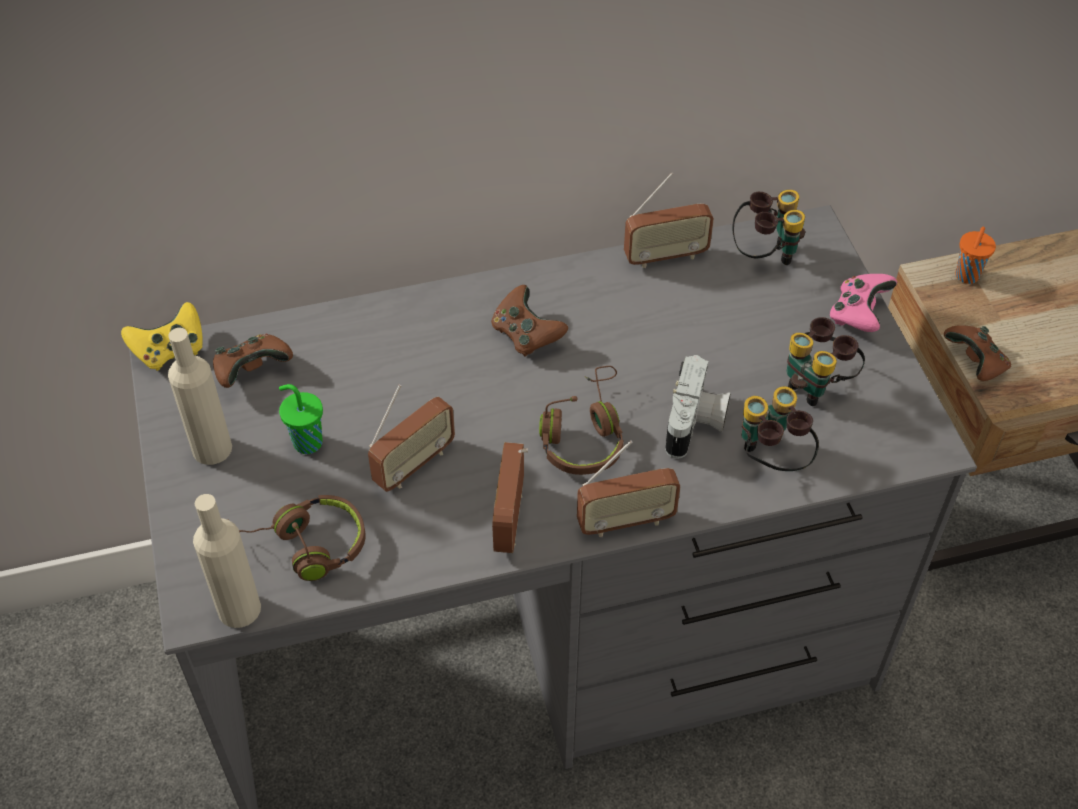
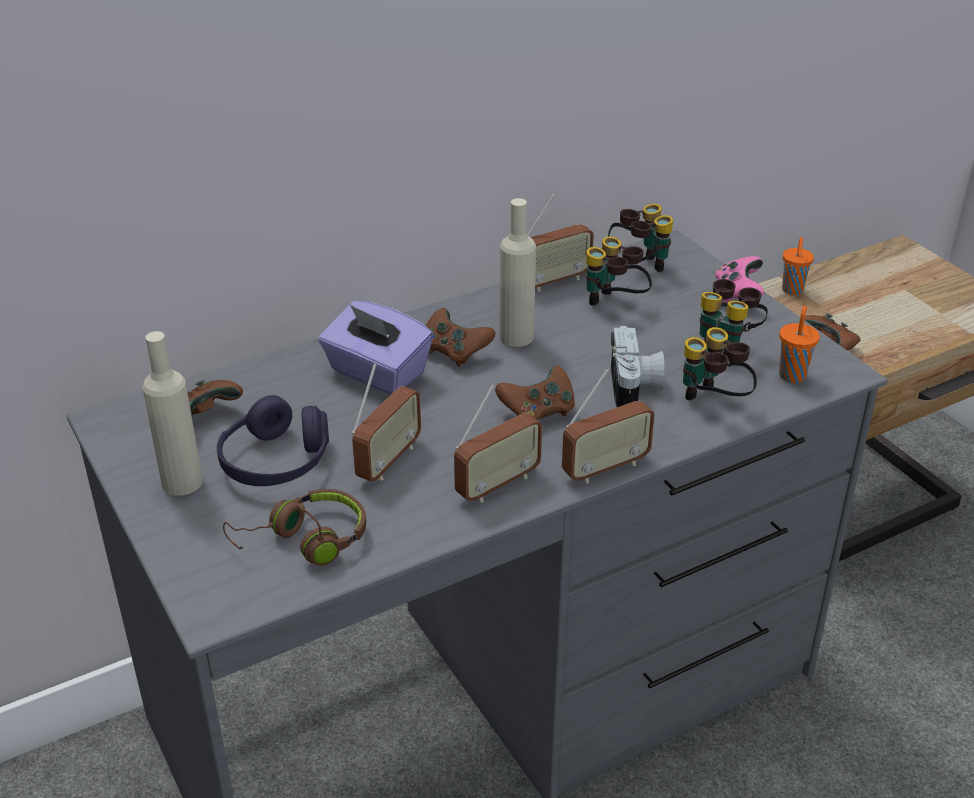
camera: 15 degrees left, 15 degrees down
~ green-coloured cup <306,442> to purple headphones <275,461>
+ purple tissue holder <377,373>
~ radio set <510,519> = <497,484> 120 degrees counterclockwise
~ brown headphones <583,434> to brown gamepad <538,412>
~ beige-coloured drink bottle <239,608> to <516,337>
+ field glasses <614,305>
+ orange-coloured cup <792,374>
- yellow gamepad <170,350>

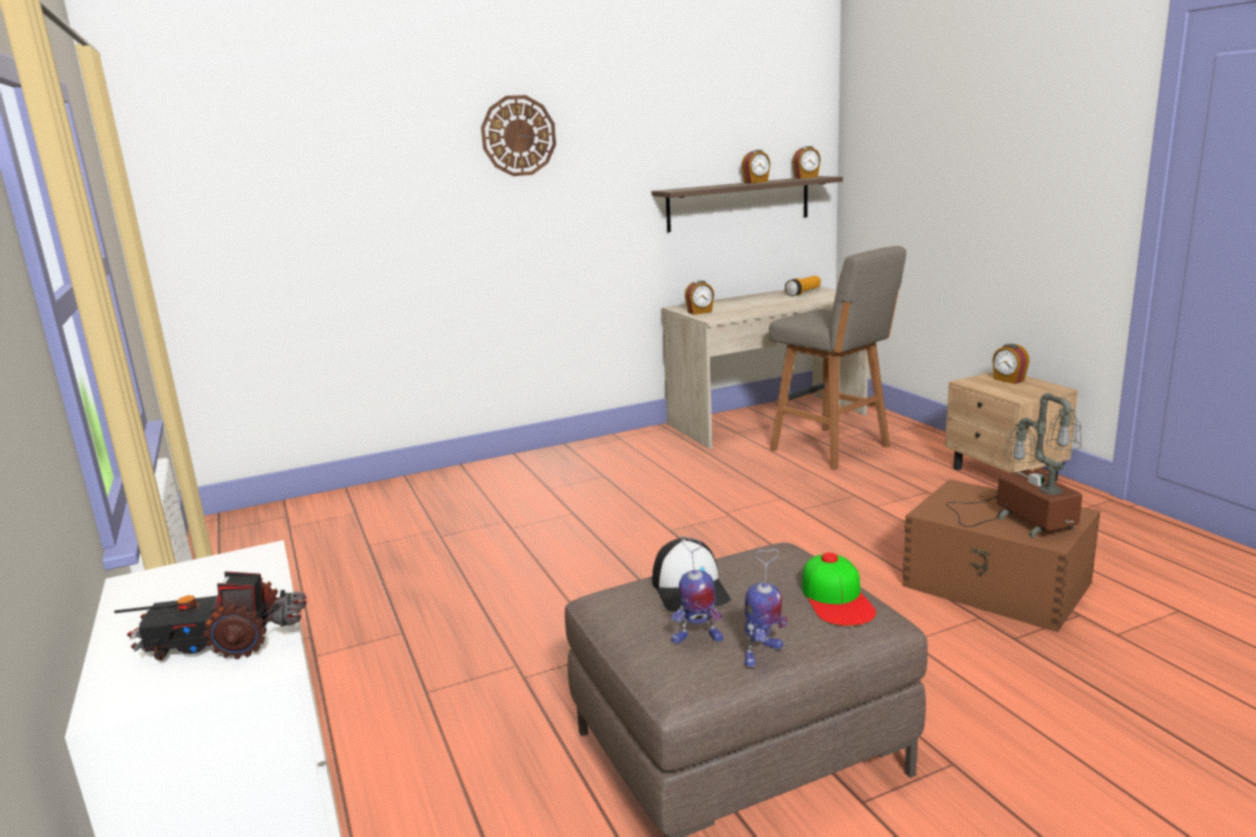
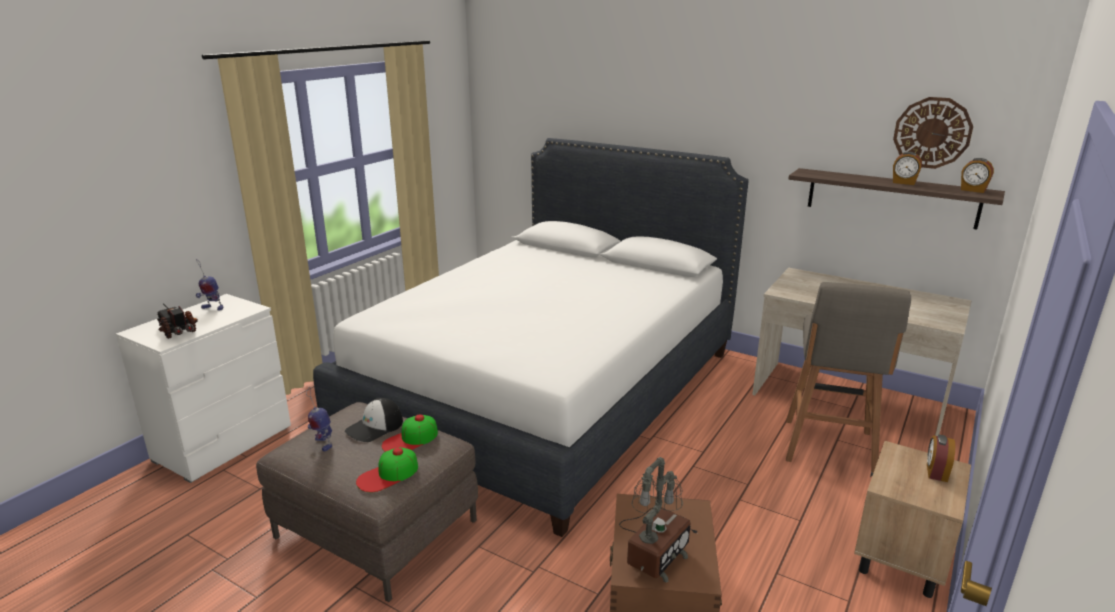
camera: 55 degrees right, 5 degrees up
~ model robot <761,654> to <212,308>
+ white sleeping bed <549,391>
+ peaked cap <410,439>
~ wall clock <518,136> to <932,133>
- table clock <700,312>
- hand torch <803,293>

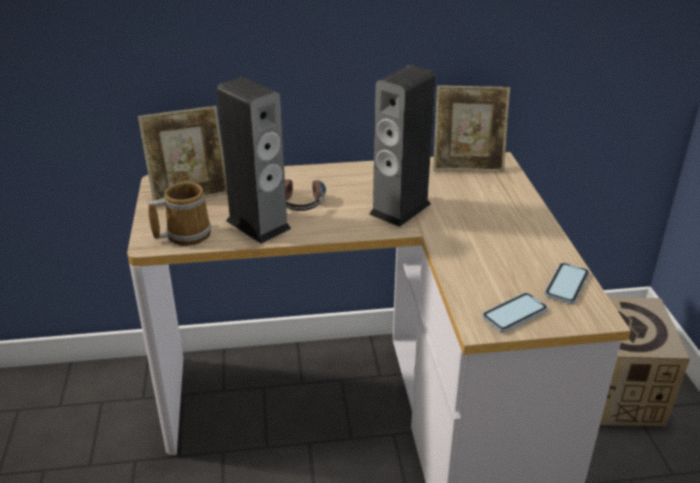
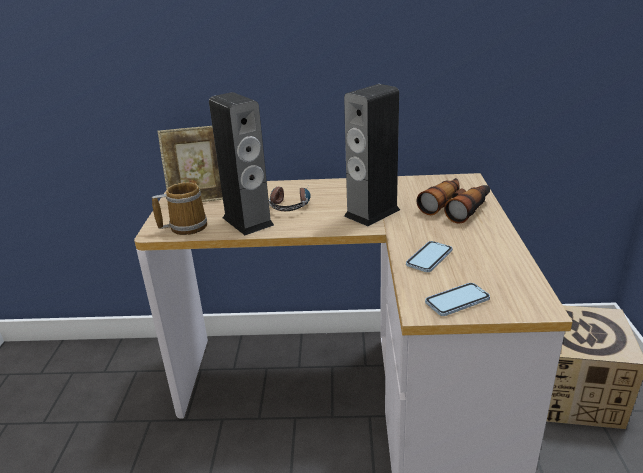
camera: 10 degrees right, 5 degrees down
~ phone <566,285> to <429,258>
+ field glasses <456,207>
- standing frame <467,165>

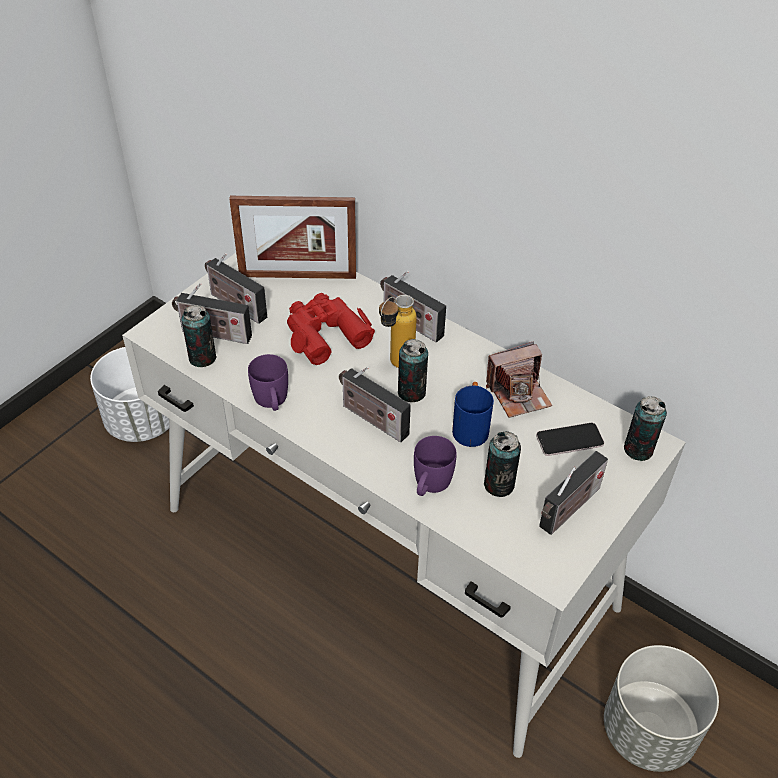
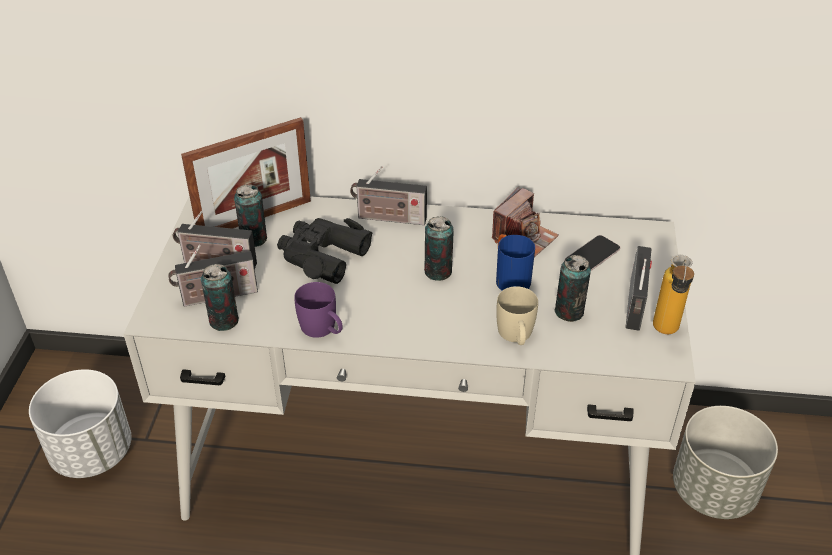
camera: 30 degrees left, 5 degrees down
~ sealed can <638,449> to <254,239>
~ red field glasses <325,333> to black field glasses <322,255>
~ purple coffee mug <430,485> to beige-coloured coffee mug <516,336>
~ drink bottle <395,366> to <665,334>
- radio set <371,419>

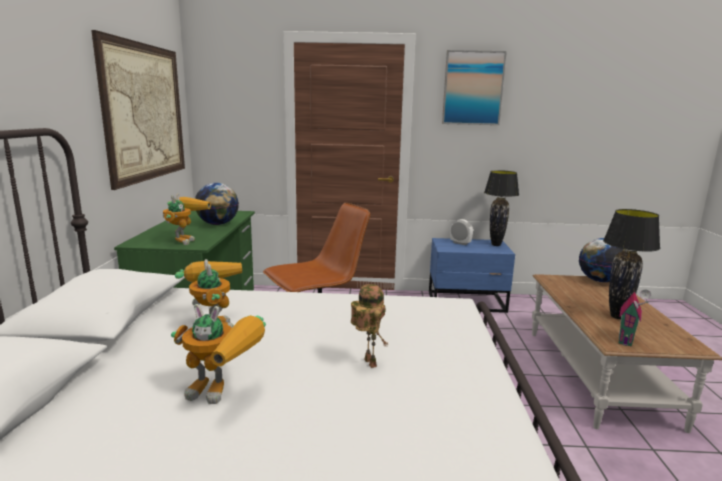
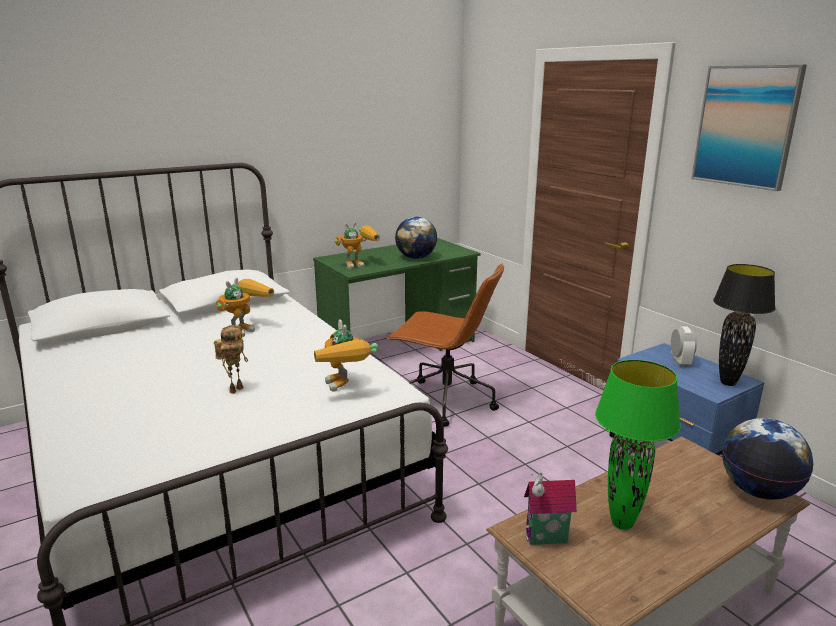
camera: 55 degrees right, 5 degrees up
~ model robot <224,392> to <345,388>
~ black table lamp <617,317> to green-coloured table lamp <621,523>
- picture <145,112>

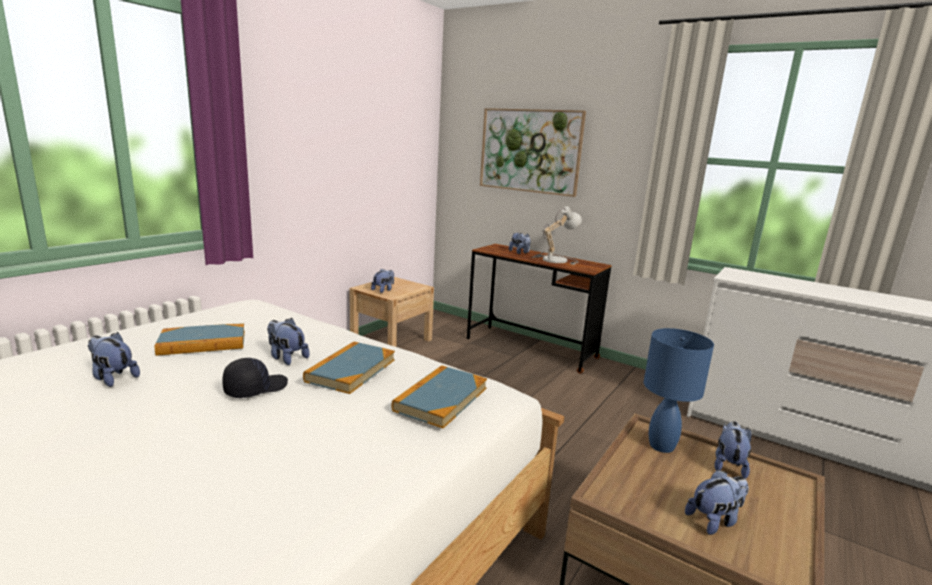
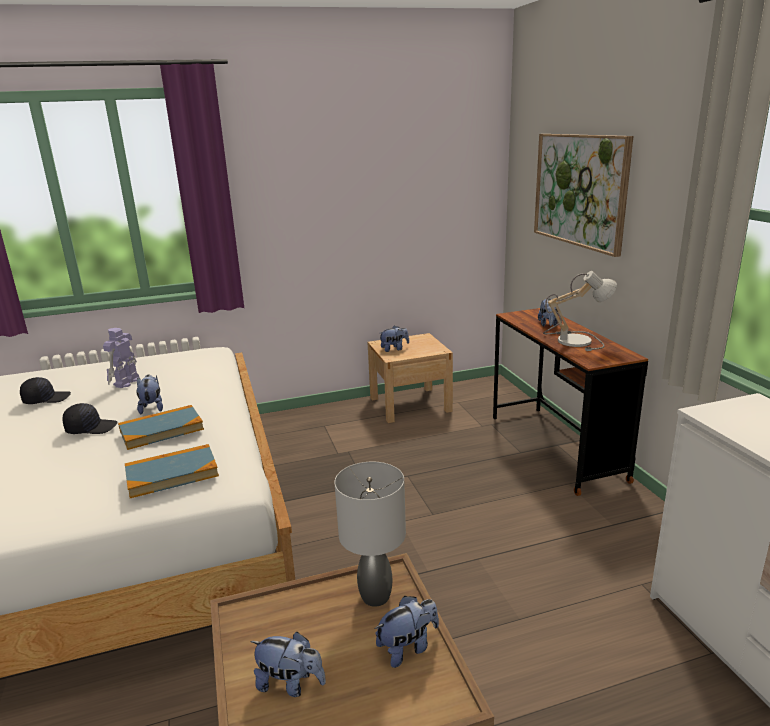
camera: 40 degrees right, 5 degrees up
~ cuddly toy <113,378> to black peaked cap <46,399>
~ bound book <203,343> to model robot <126,382>
~ blue table lamp <662,446> to gray table lamp <375,597>

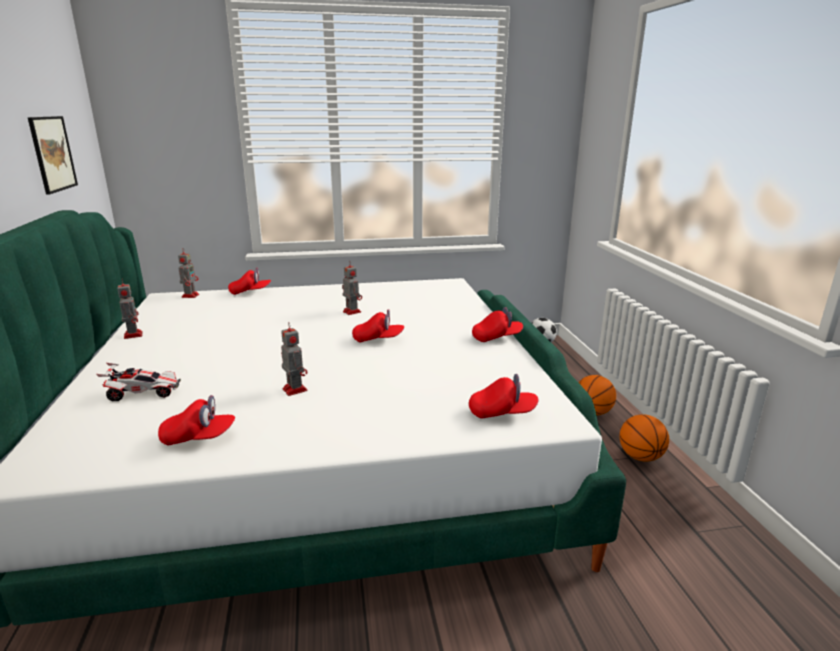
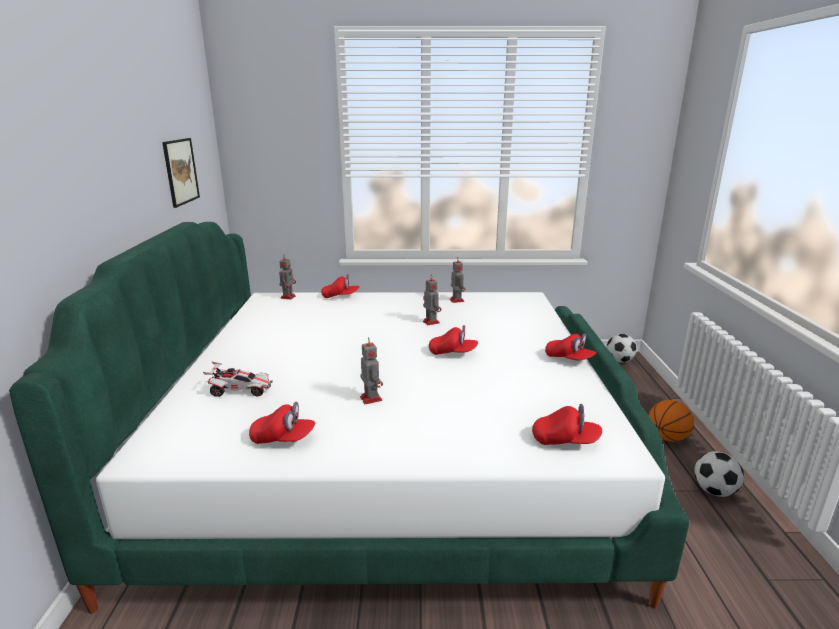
camera: 10 degrees right, 0 degrees up
~ model robot <133,334> to <456,300>
~ red peaked cap <496,337> = <569,359> 45 degrees clockwise
~ basketball <640,457> to football ball <714,491>

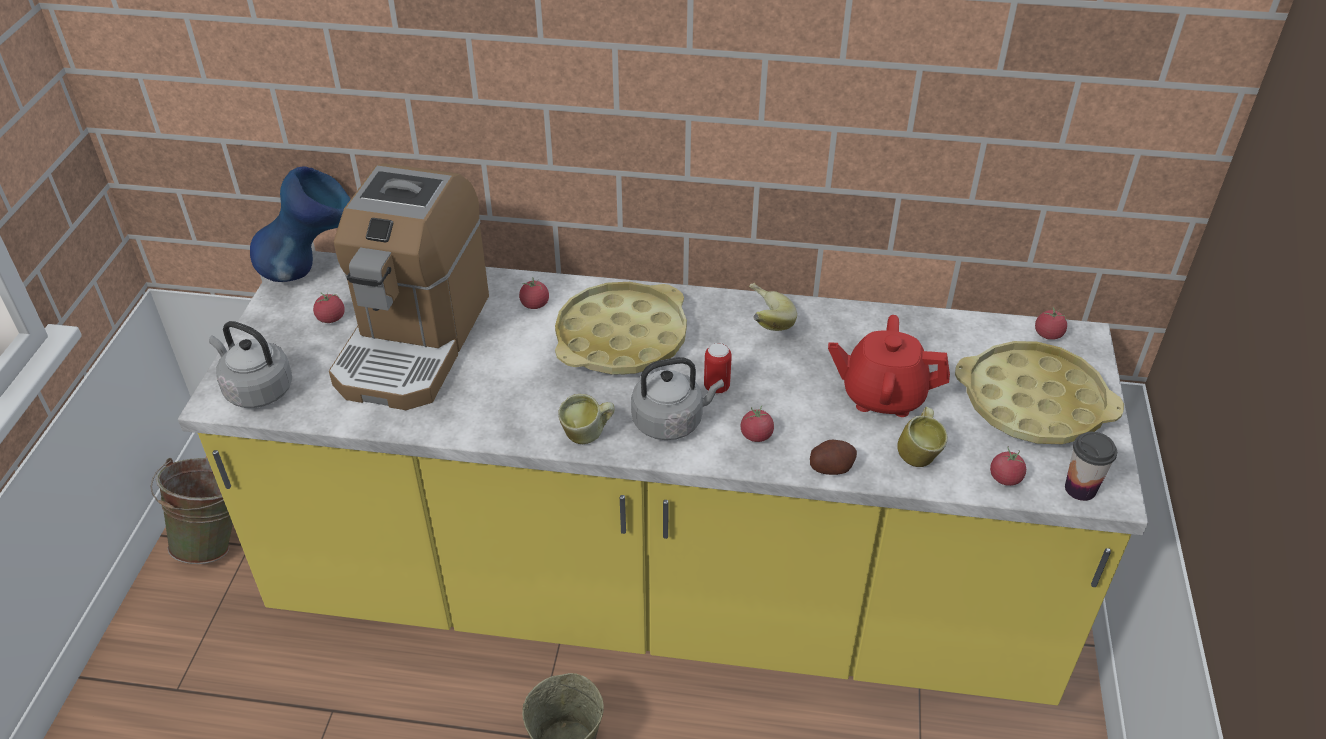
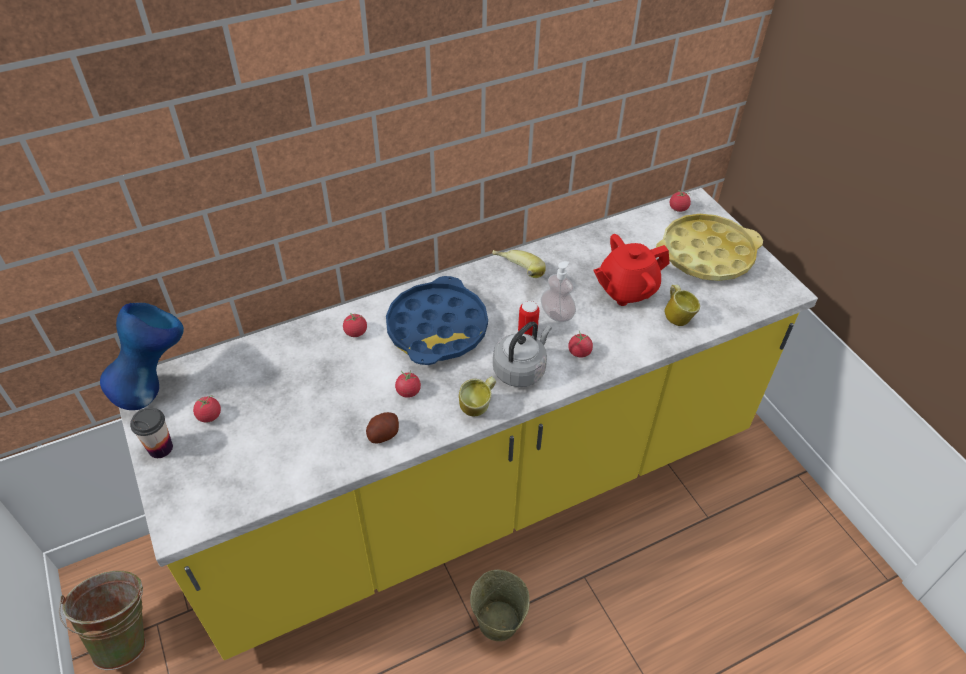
camera: 35 degrees left, 5 degrees up
~ cup <1080,489> to <160,448>
~ potato <831,467> to <383,434>
~ yellow carrying tray <621,338> to blue carrying tray <437,328>
~ tomato <1005,478> to <408,391>
+ soap bottle <557,314>
- gray kettle <256,389>
- coffee machine <413,340>

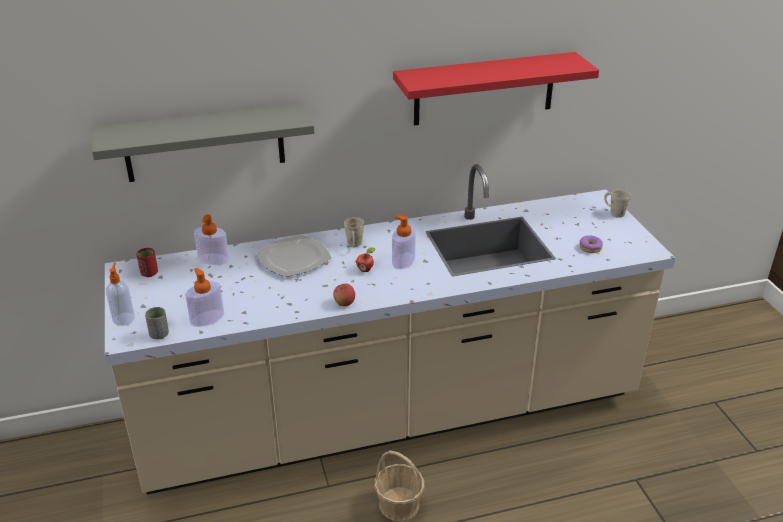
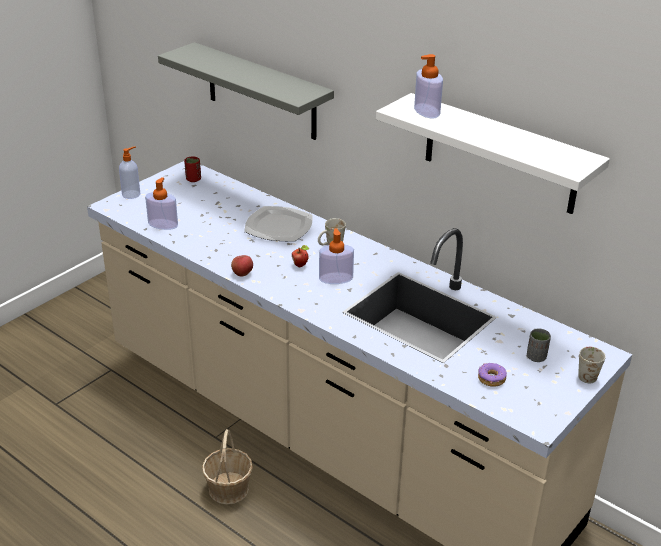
camera: 55 degrees right, 0 degrees up
~ red shelf <484,89> to white shelf <500,154>
~ soap bottle <213,259> to <427,111>
~ gray cup <159,335> to <536,357>

